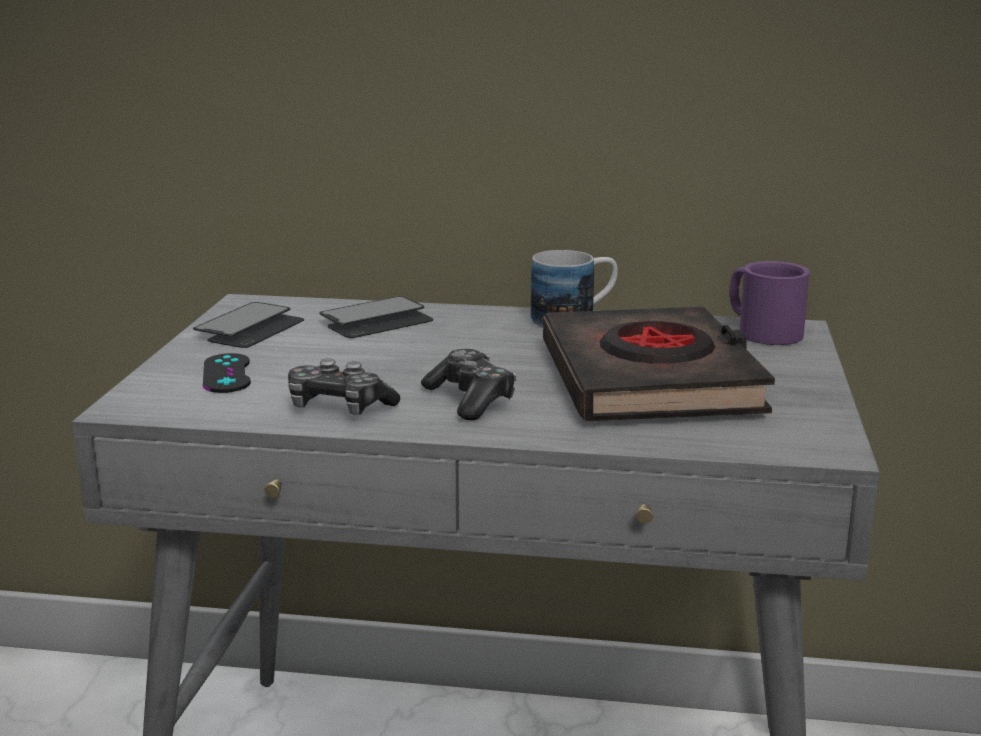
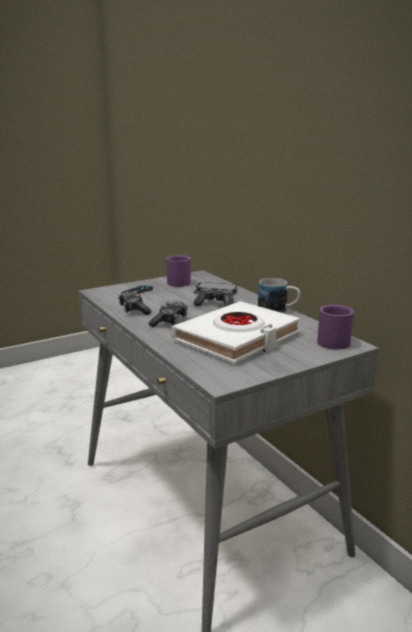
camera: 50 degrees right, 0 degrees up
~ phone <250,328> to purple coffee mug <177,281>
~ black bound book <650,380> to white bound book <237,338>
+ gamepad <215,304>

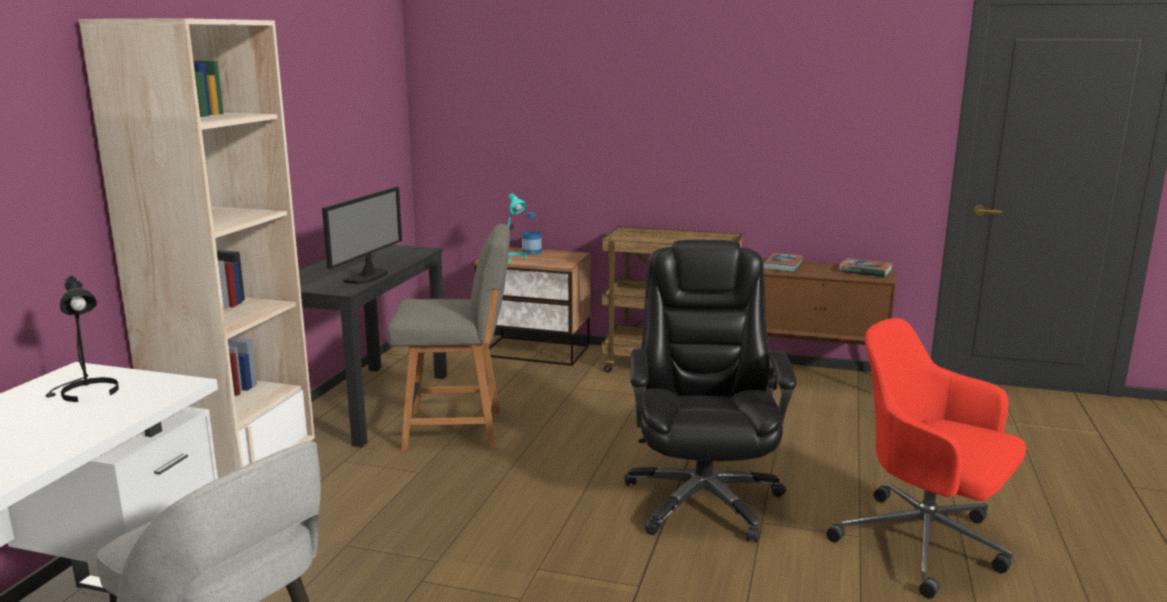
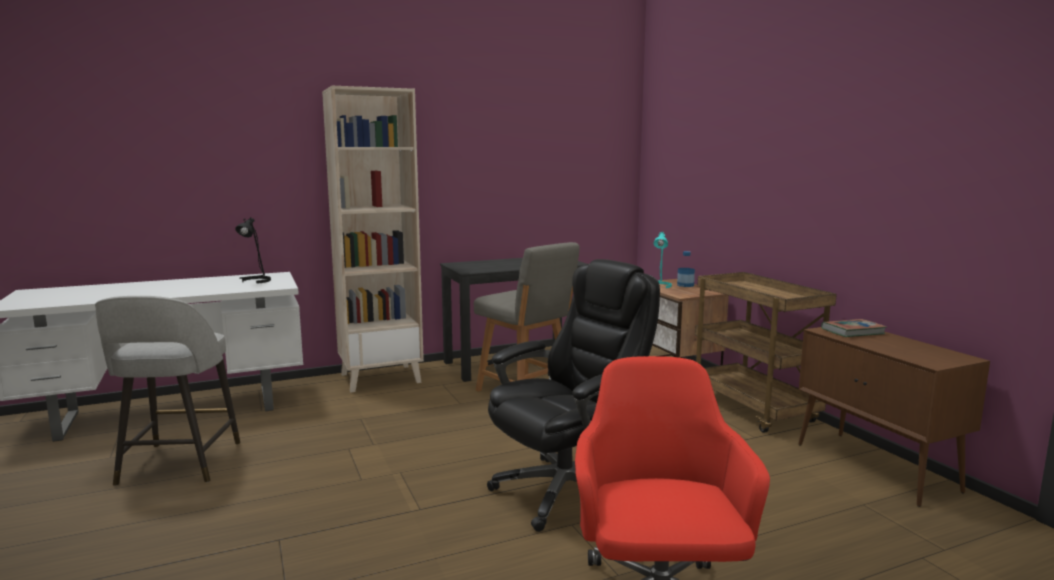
camera: 50 degrees right, 5 degrees down
- monitor <368,277>
- bound book <865,271>

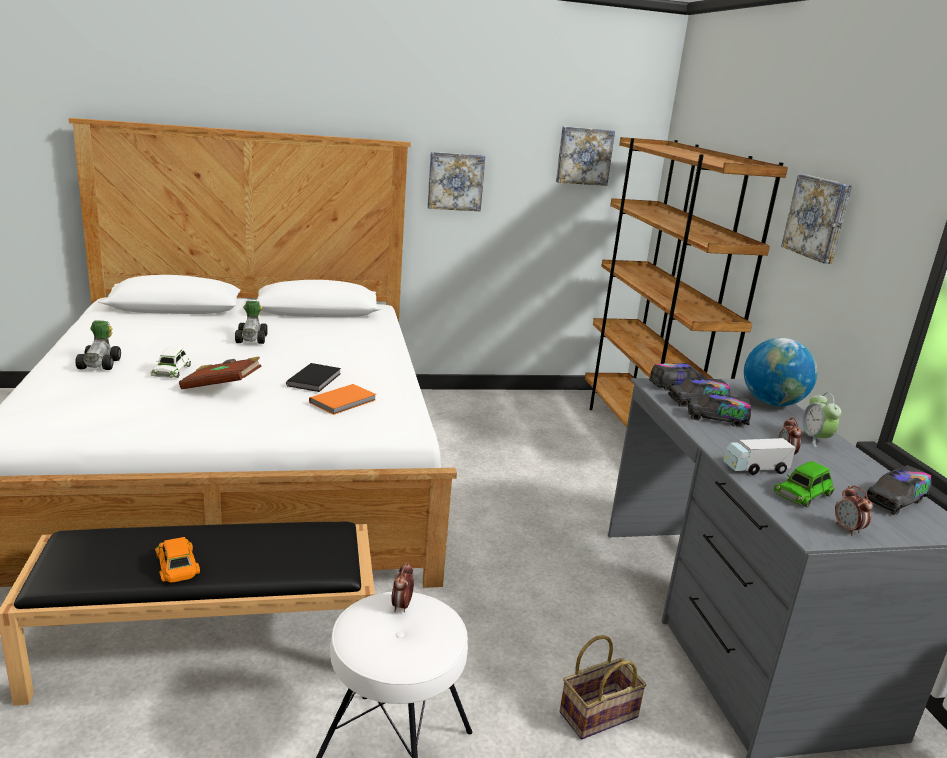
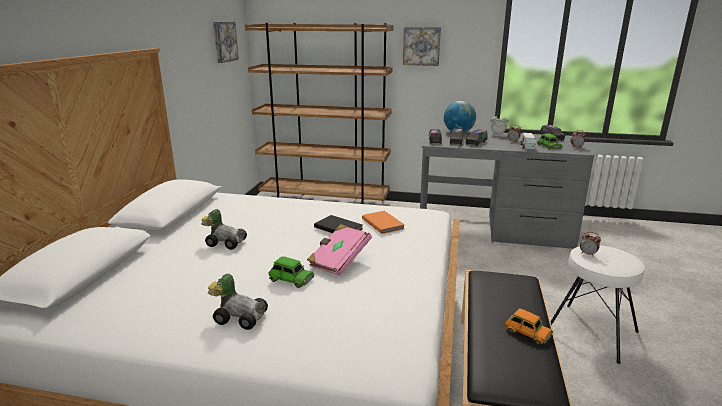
camera: 65 degrees left, 0 degrees up
~ white model car <171,370> to green-coloured model car <291,279>
~ brown bound book <222,387> to pinkish bound book <339,260>
~ orange-coloured model car <177,566> = <527,332> 135 degrees counterclockwise
- picture <455,181>
- storage basket <599,713>

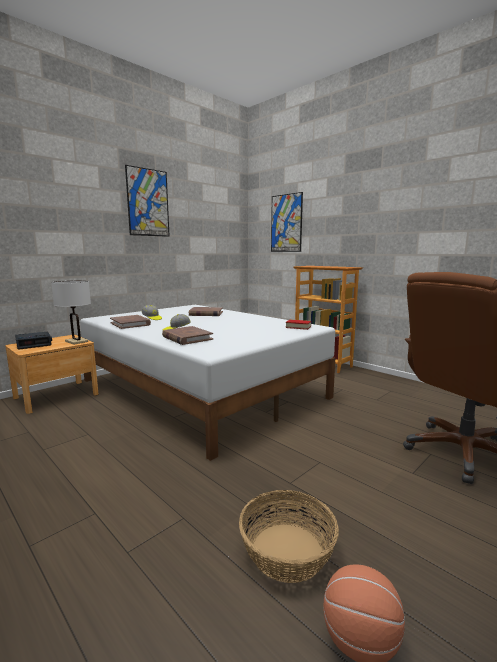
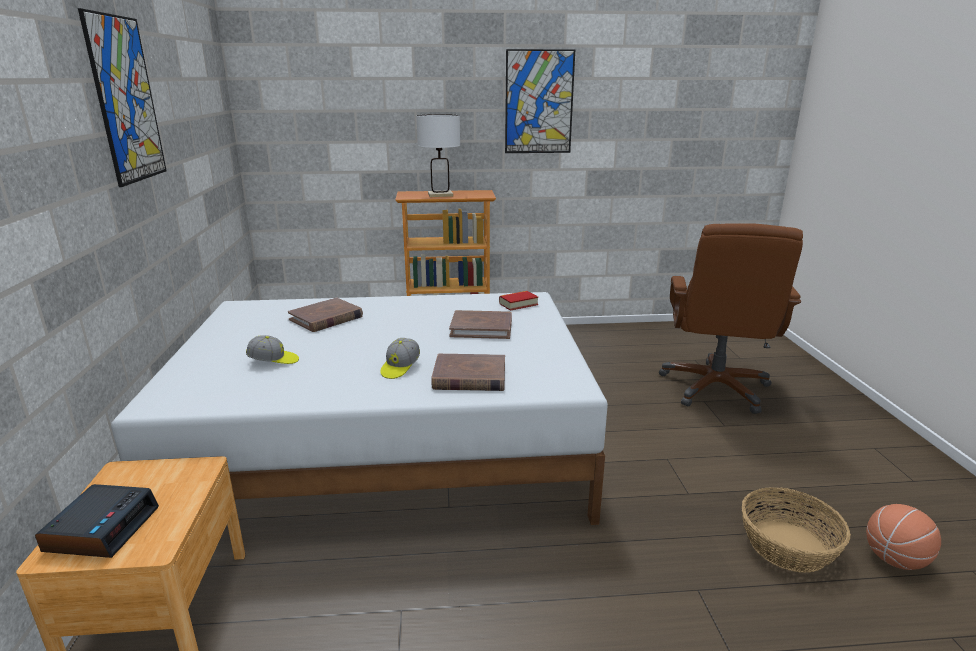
camera: 50 degrees left, 10 degrees up
~ white table lamp <76,341> to <440,195>
~ brown bound book <130,324> to <481,328>
~ picture <286,223> to <539,102>

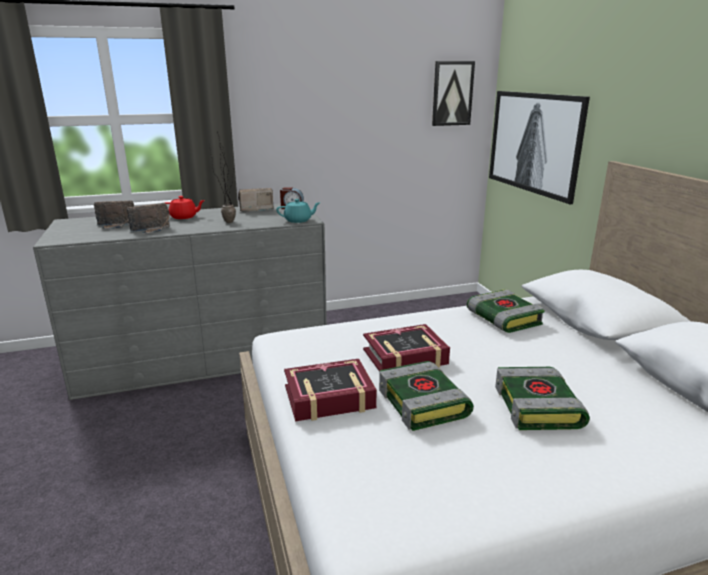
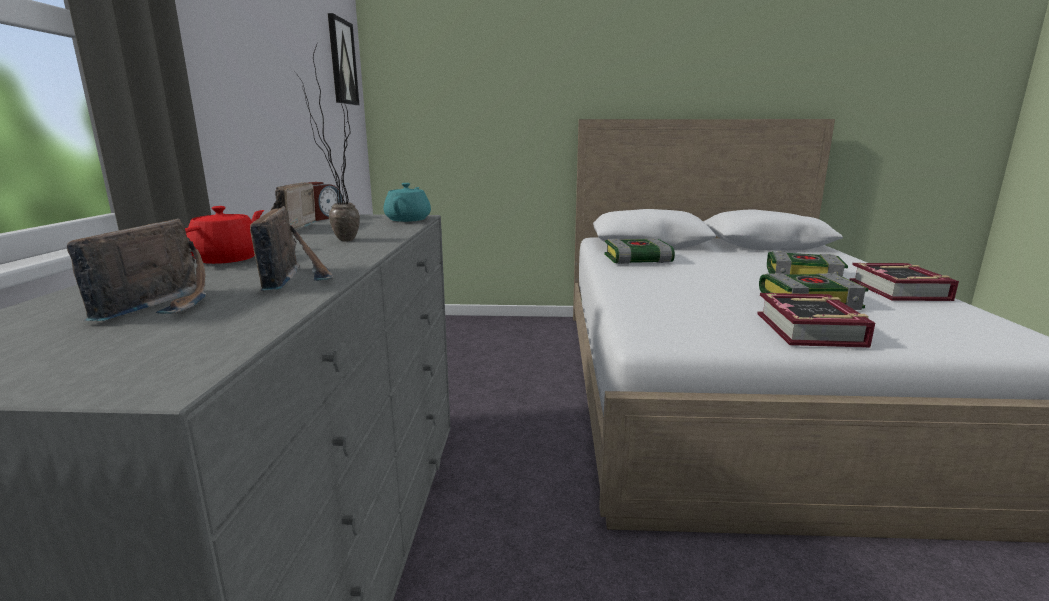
camera: 70 degrees left, 5 degrees down
~ bound book <405,357> to <899,290>
- picture <535,143>

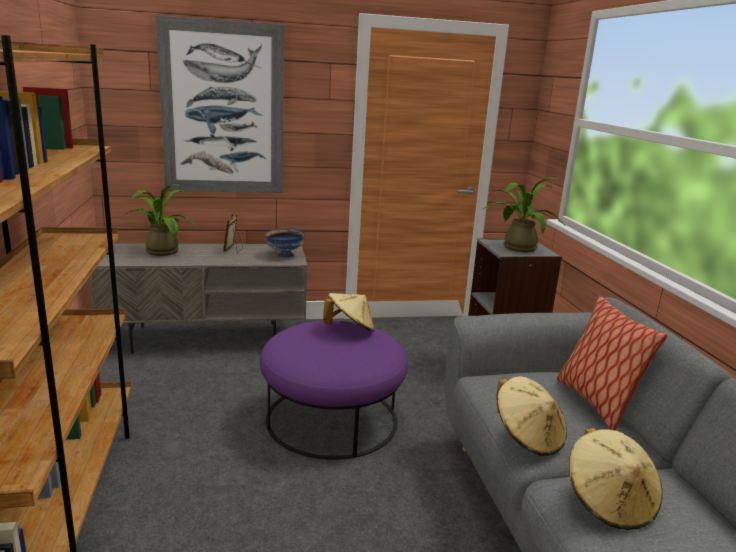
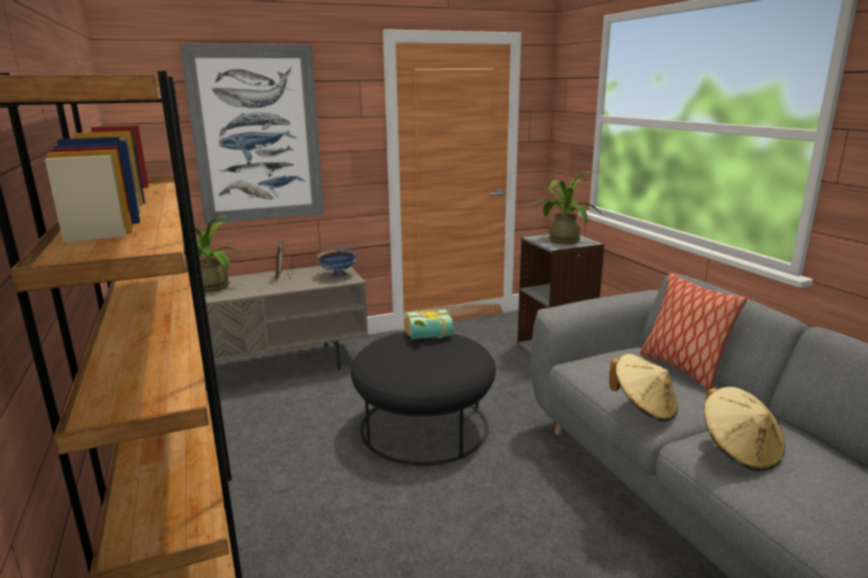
camera: 10 degrees left, 0 degrees up
~ purple ottoman <332,418> to black ottoman <424,426>
~ beige-coloured wearable hat <350,329> to bound book <430,337>

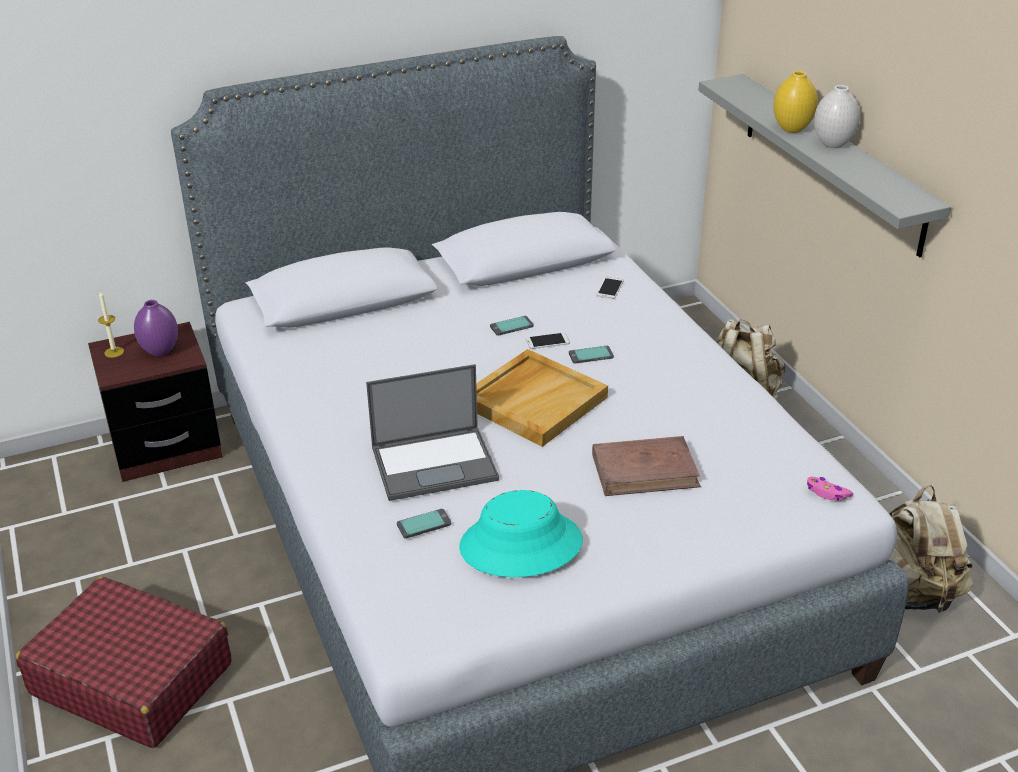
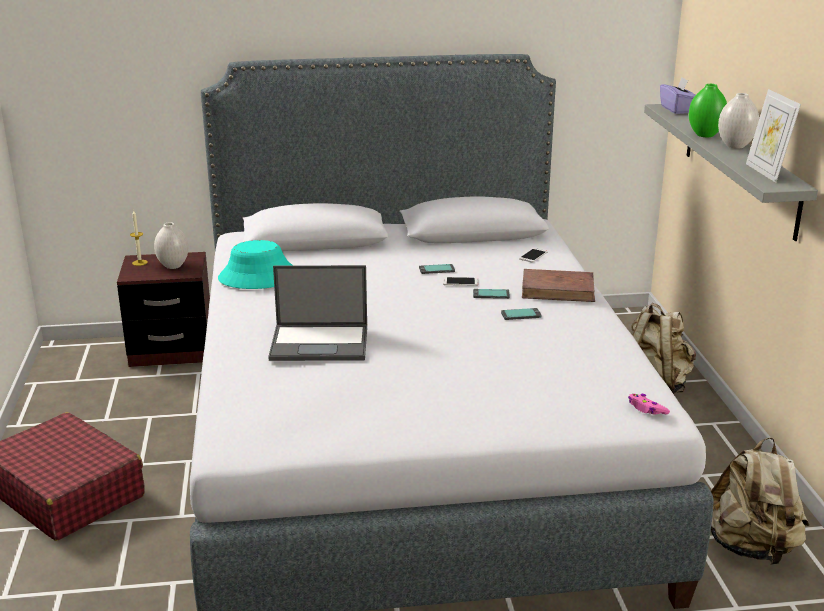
camera: 15 degrees right, 10 degrees down
~ purple decorative vase <160,351> to white decorative vase <173,266>
~ turquoise-coloured wearable hat <521,545> to <258,277>
~ phone <424,524> to <521,315>
~ brown bound book <645,470> to <558,290>
+ purple tissue holder <677,109>
~ yellow decorative vase <792,129> to green-coloured decorative vase <705,135>
+ standing frame <766,172>
- beige-coloured carrying tray <534,400>

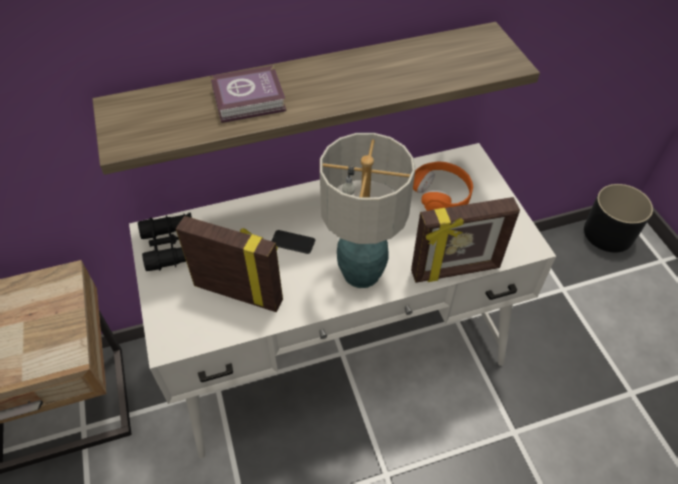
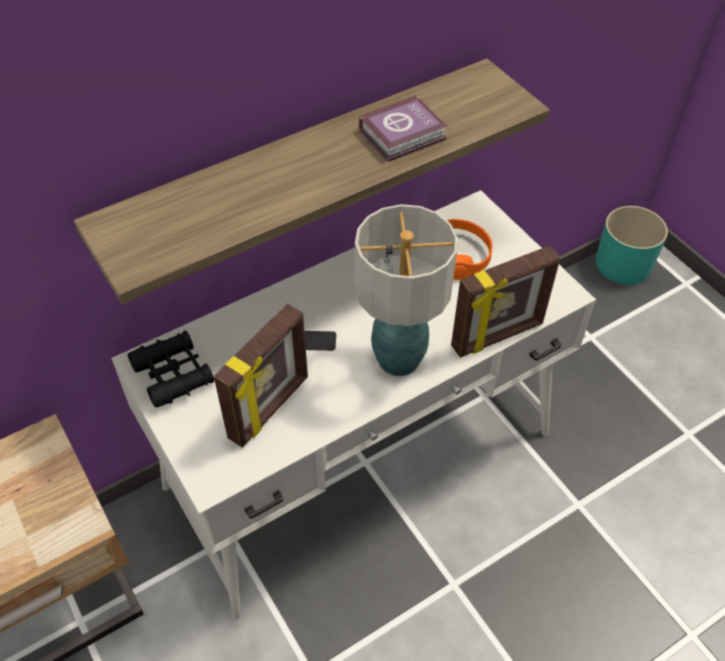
camera: 15 degrees left, 0 degrees up
~ standing frame <239,292> = <270,408> 120 degrees clockwise
~ bound book <251,100> to <404,134>
~ black planter <608,234> to turquoise-coloured planter <623,264>

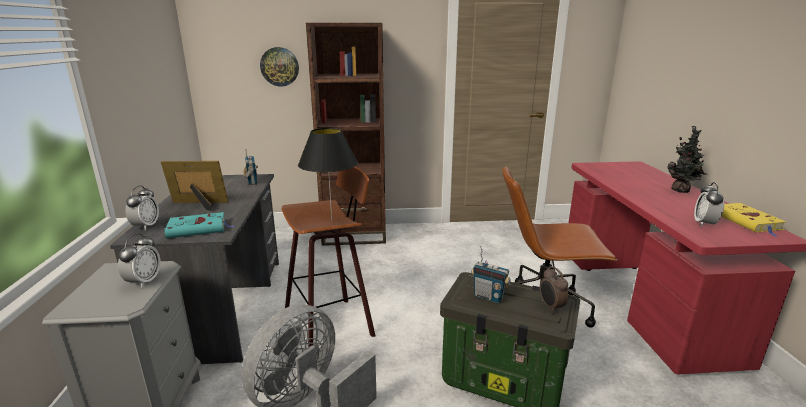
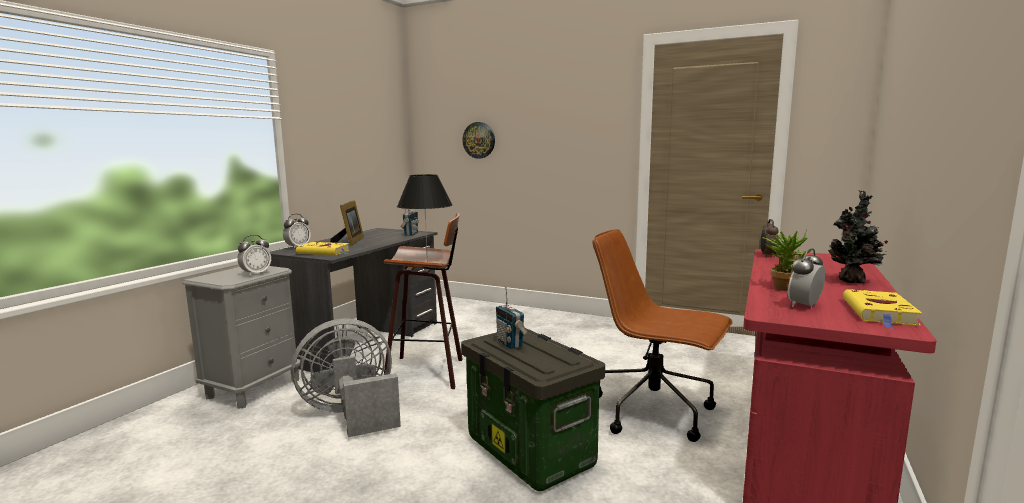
camera: 30 degrees right, 10 degrees down
~ turquoise-coloured bound book <199,229> to yellow bound book <325,252>
~ standing frame <199,205> = <350,241> 60 degrees clockwise
~ table clock <550,307> to <767,256>
+ houseplant <783,287>
- brown bookshelf <354,235>

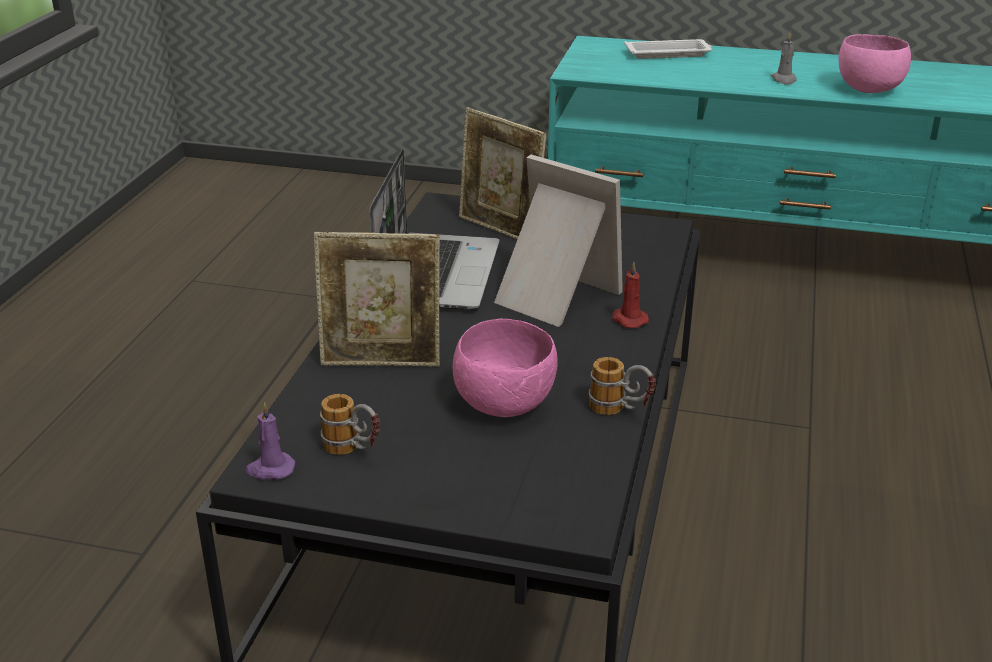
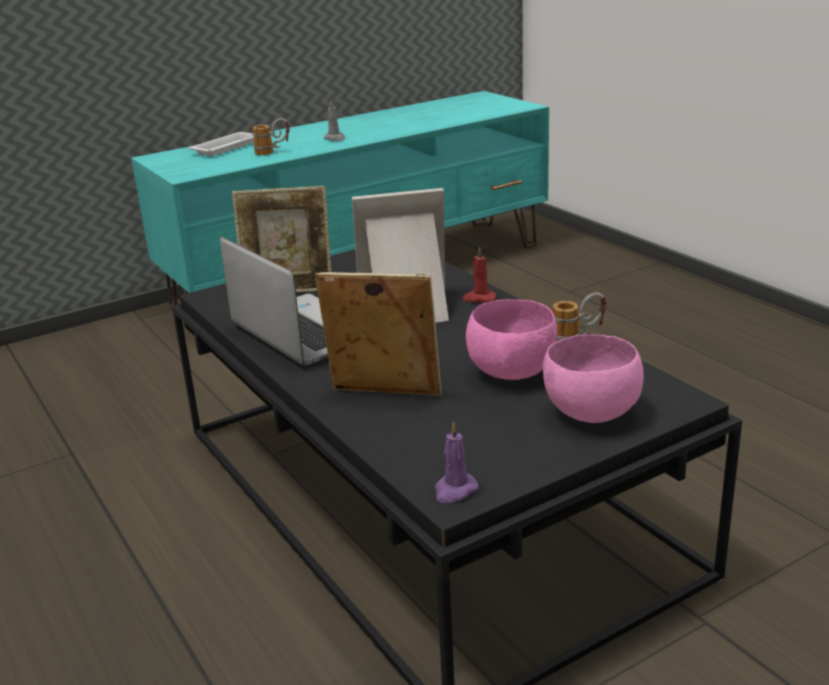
camera: 45 degrees left, 5 degrees down
~ coffee mug <353,450> to <273,152>
~ standing frame <382,362> = <384,395> 120 degrees counterclockwise
~ pinkish bowl <867,89> to <589,414>

